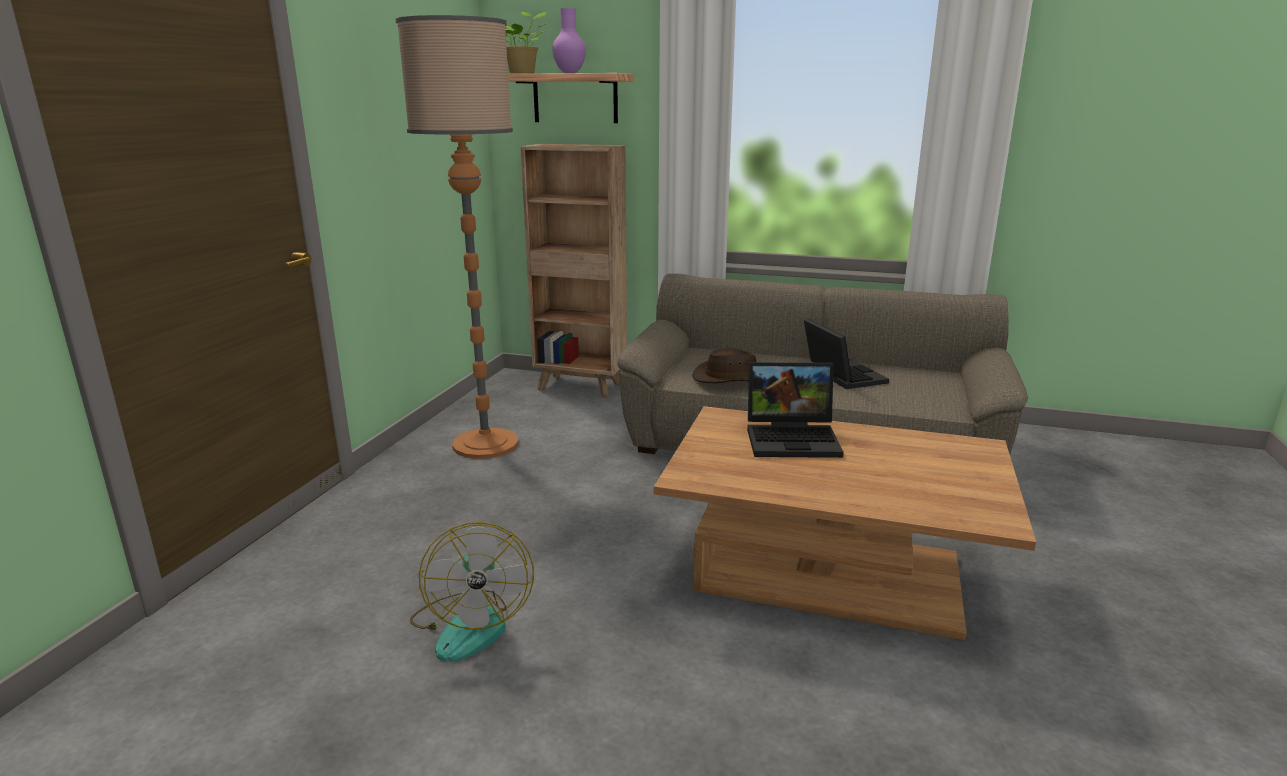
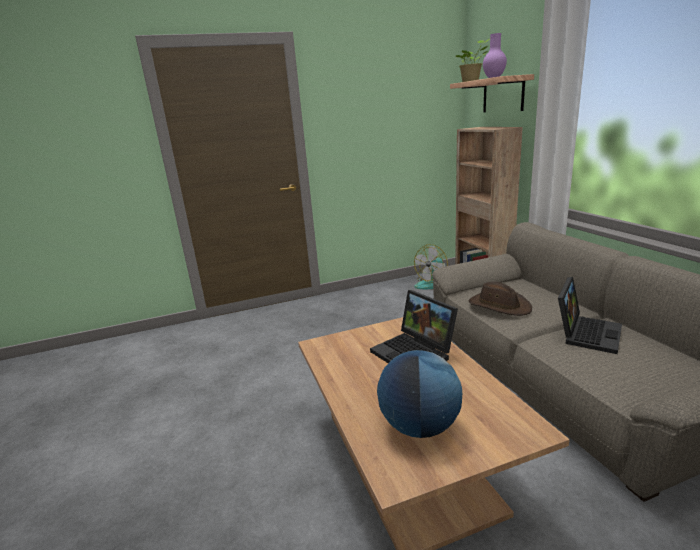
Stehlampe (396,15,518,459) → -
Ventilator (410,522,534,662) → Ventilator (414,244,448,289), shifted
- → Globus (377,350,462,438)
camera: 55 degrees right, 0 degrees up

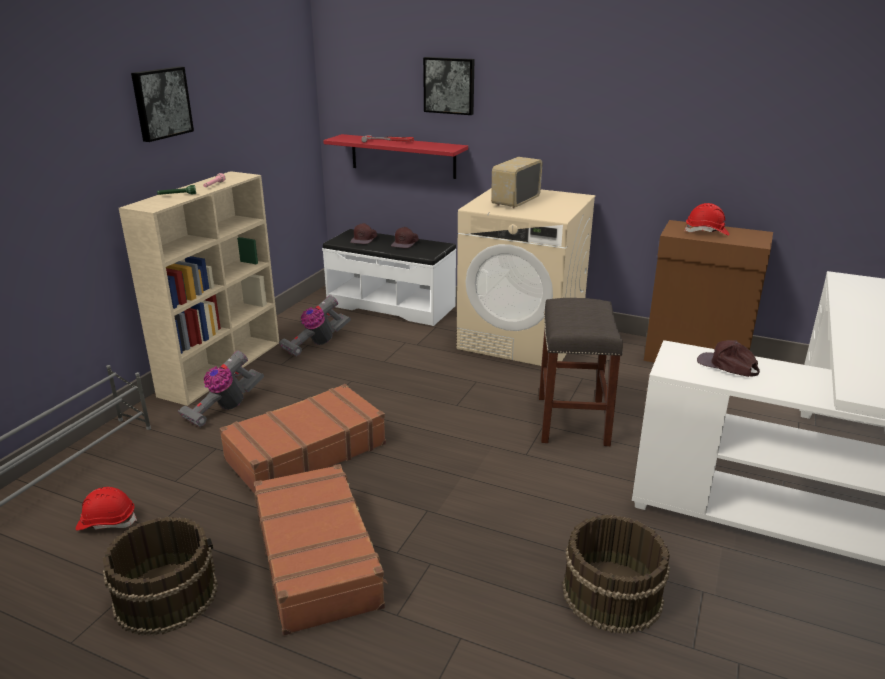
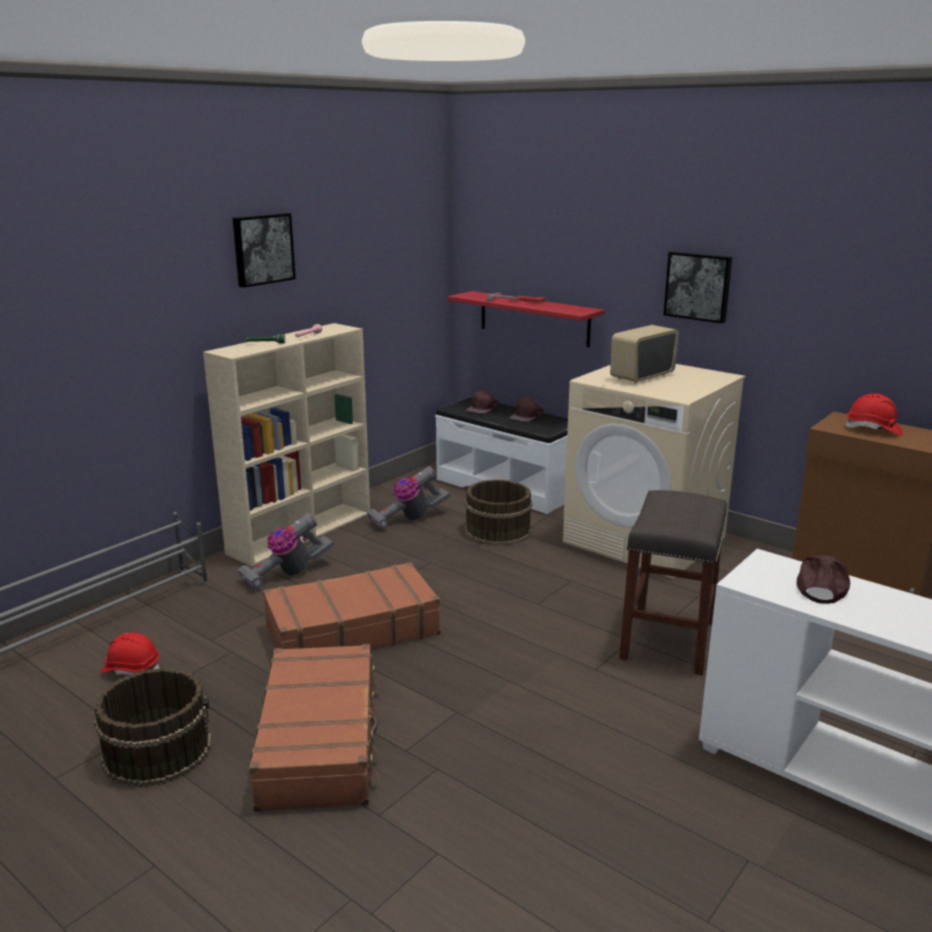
Bild (423,57,474,115) → Bild (664,251,732,323), shifted
Eimer/braun (562,514,670,634) → Eimer/braun (465,479,532,546), shifted
Kappe/braun (697,340,760,377) → Kappe/braun (796,555,850,604), 60 degrees clockwise
camera: 15 degrees right, 5 degrees down

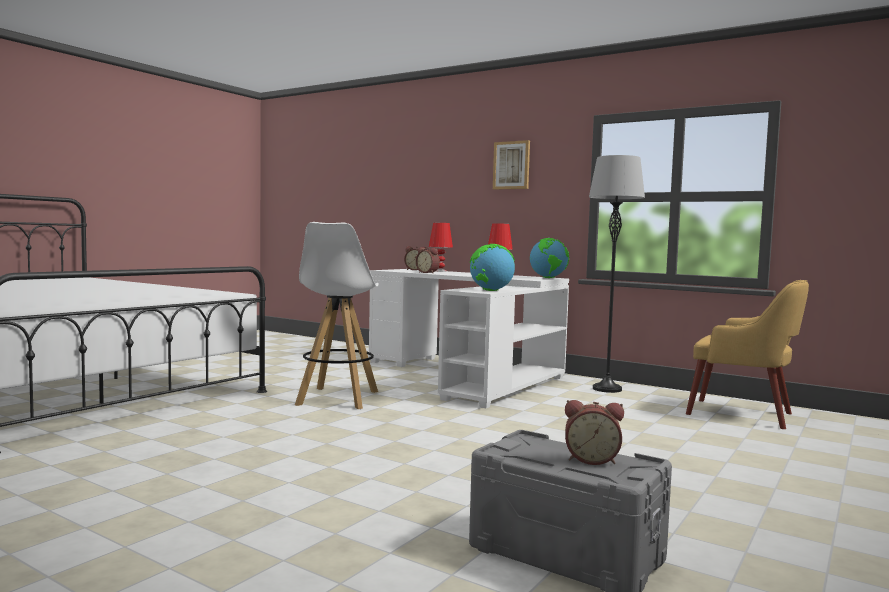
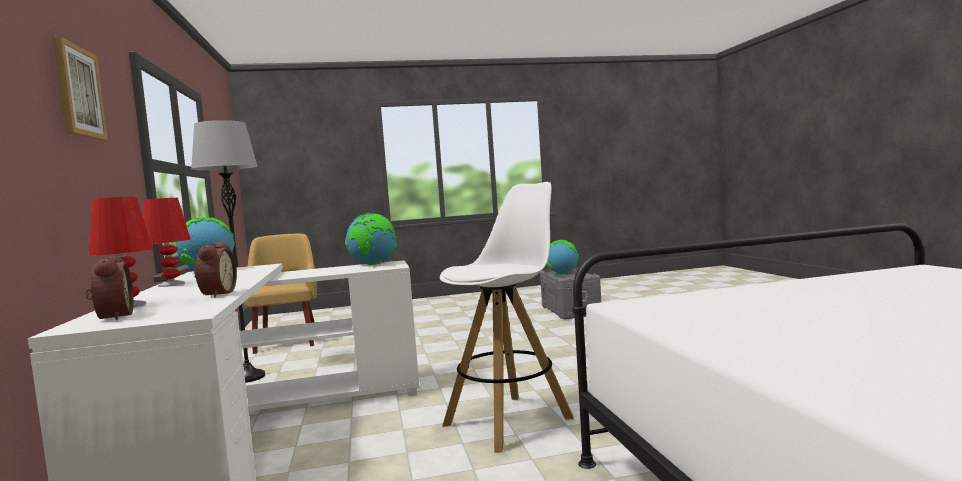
Wecker (565,400,624,465) → Globus (546,240,579,274)
camera: 135 degrees left, 0 degrees up

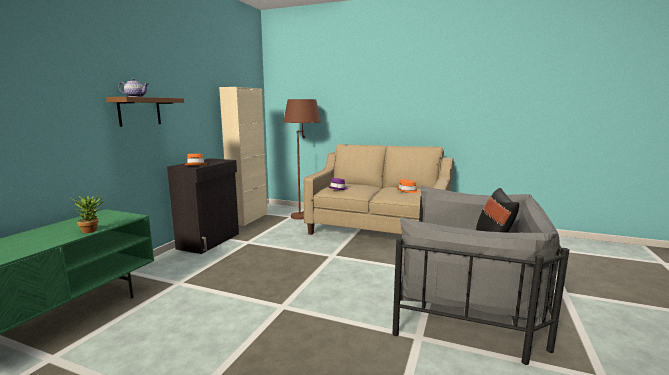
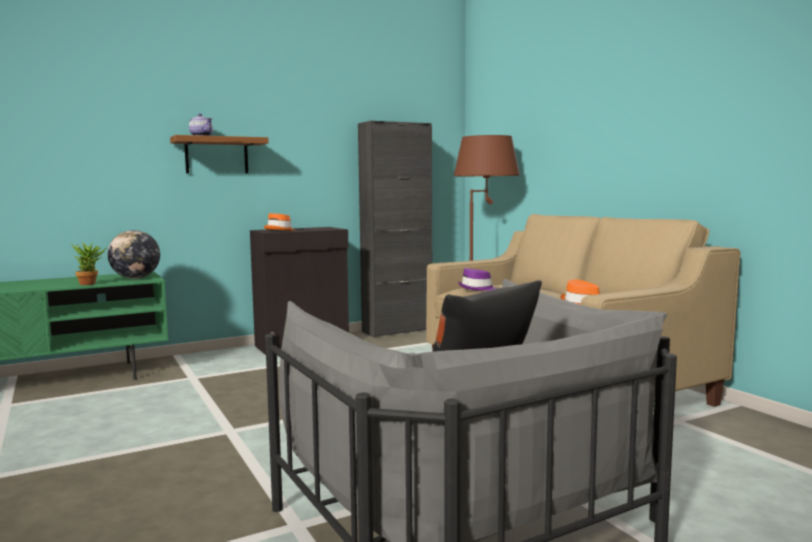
Schrank/beige (219,87,267,226) → Schrank/schwarz (358,121,432,338)
- → Globus (108,230,160,279)
camera: 40 degrees right, 5 degrees down

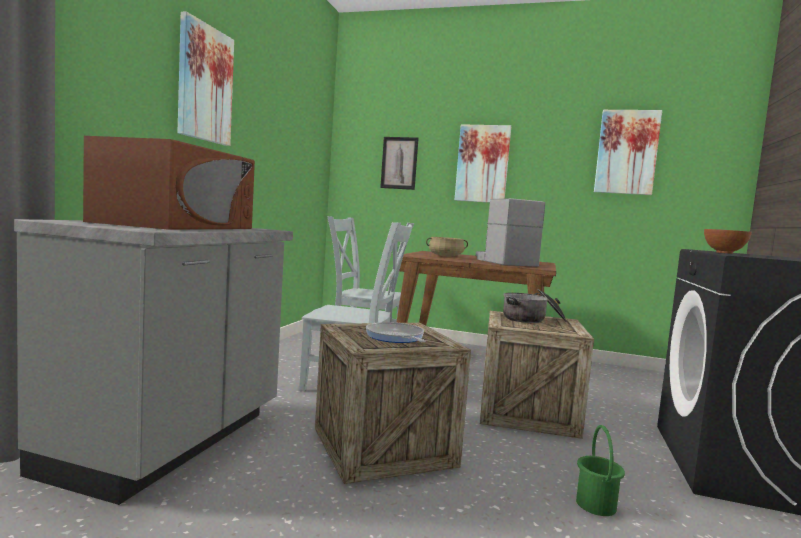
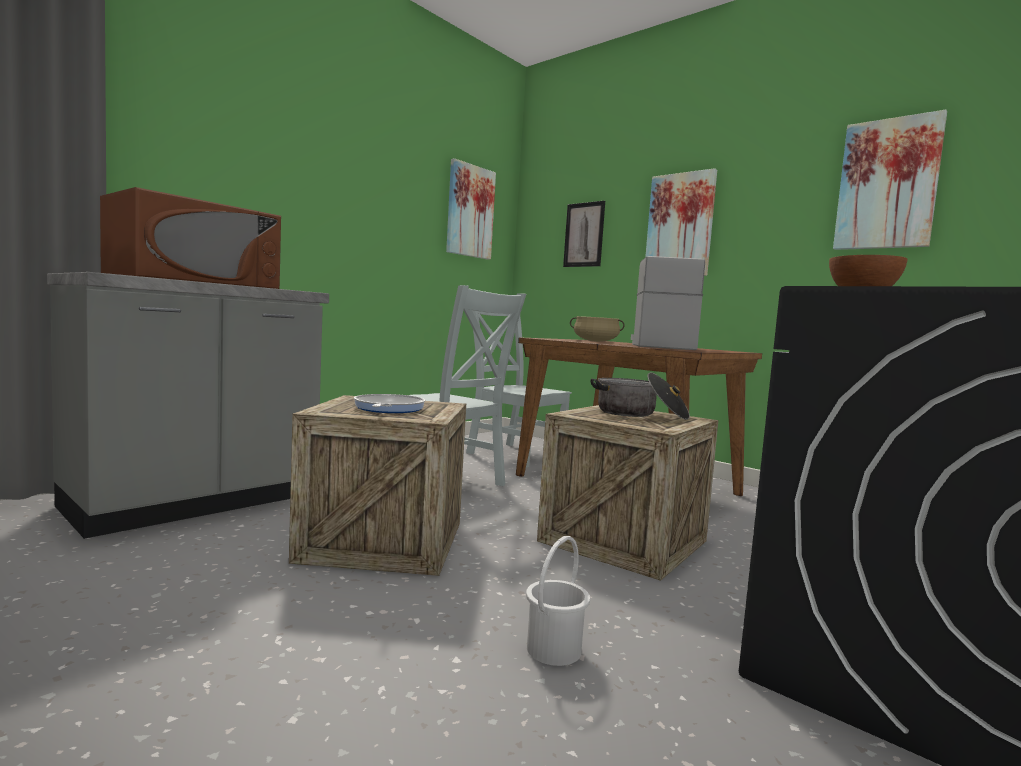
Bild (177,11,234,146) → Bild (446,158,496,259), shifted
Eimer/grün (576,425,625,516) → Eimer/weiß (526,536,590,666)
camera: 25 degrees right, 0 degrees up

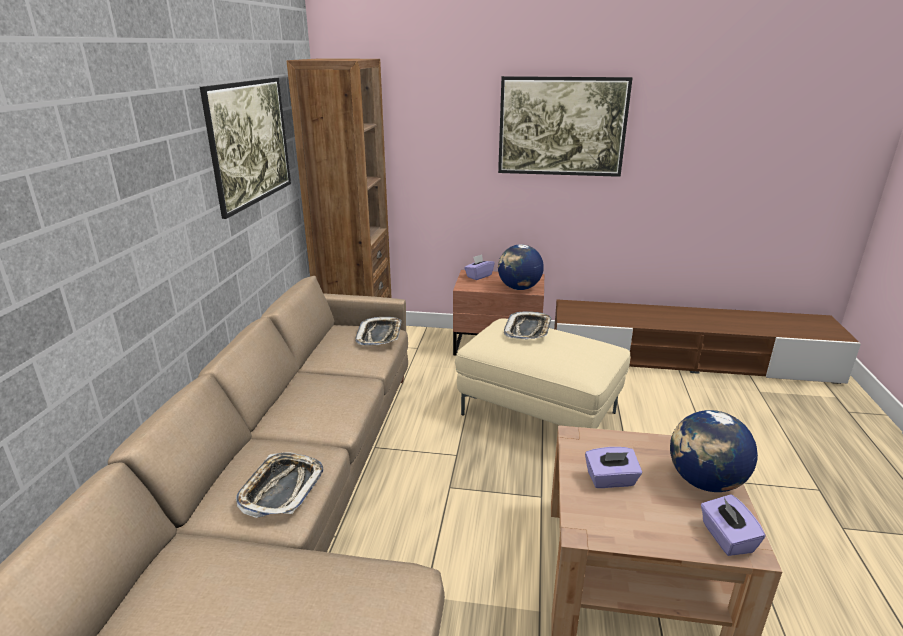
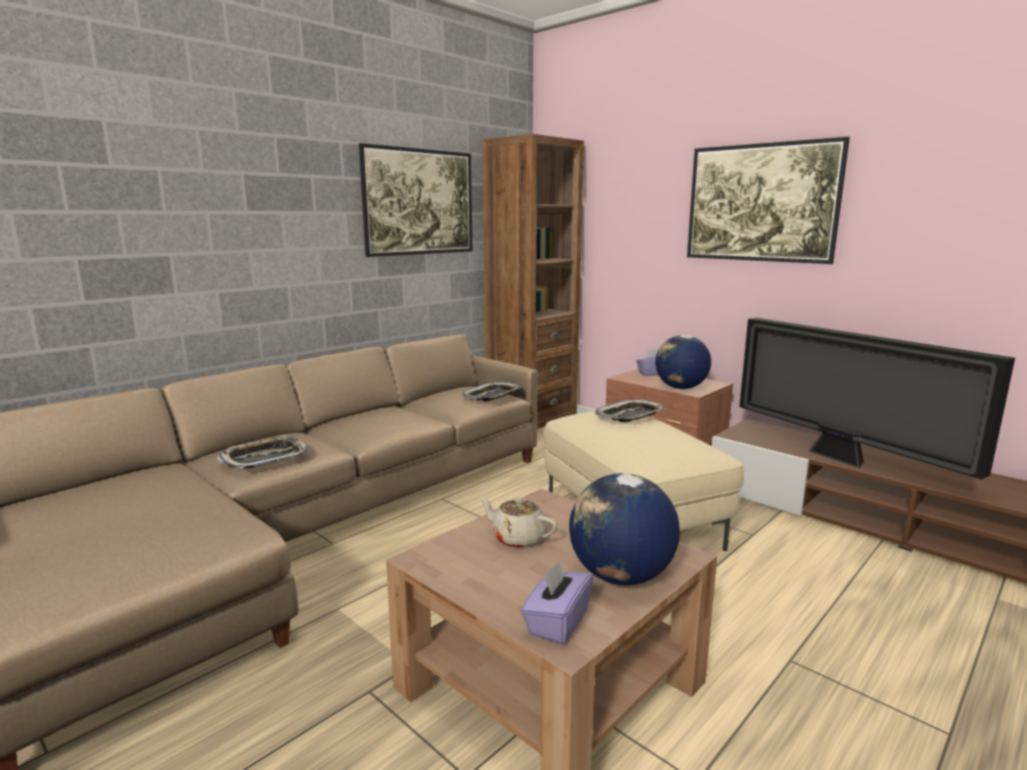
Taschentuchbox/lila (585,447,642,488) → Teekanne/beige (479,497,558,548)
- → Fernseher (739,318,1015,479)
camera: 35 degrees right, 10 degrees down

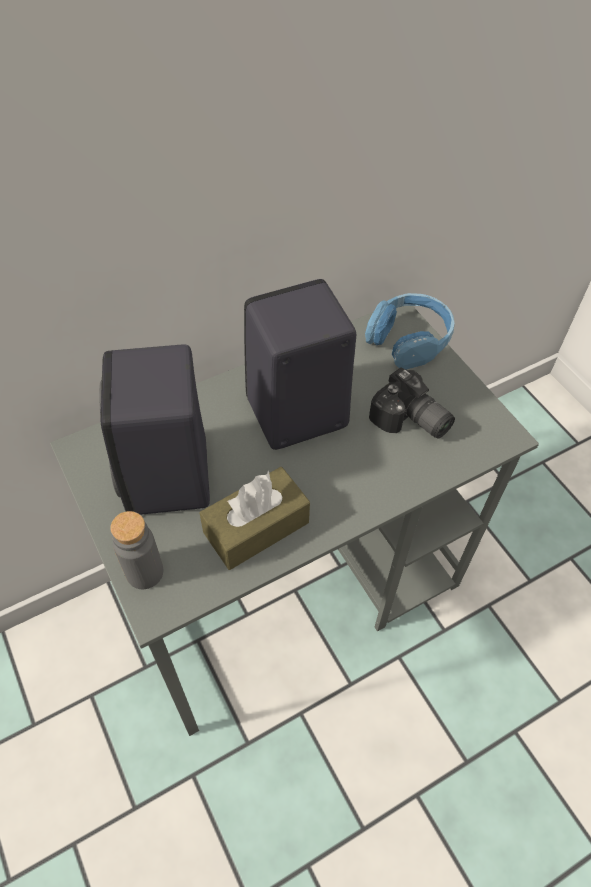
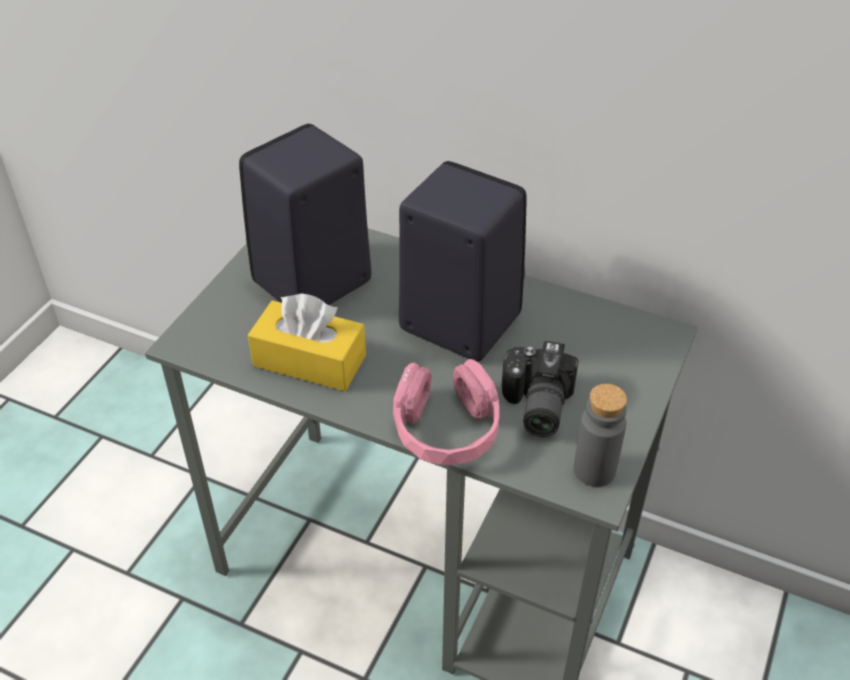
Flasche/grau (110,511,164,589) → Flasche/grau (574,384,627,487), shifted
Taschentuchbox/braun (200,467,310,570) → Taschentuchbox/gelb (248,293,366,391)
Kopfhörer/blau (365,293,455,369) → -
- → Kopfhörer/rosa (393,359,499,465)
camera: 55 degrees right, 10 degrees down

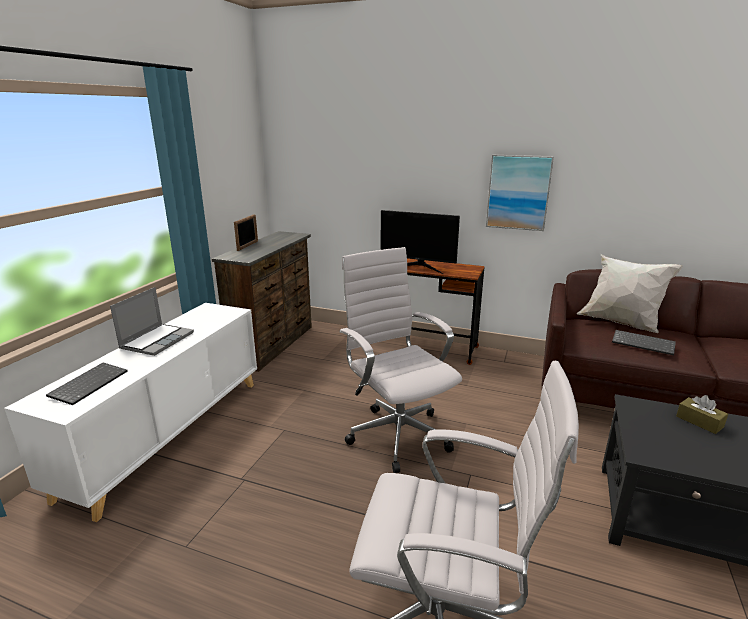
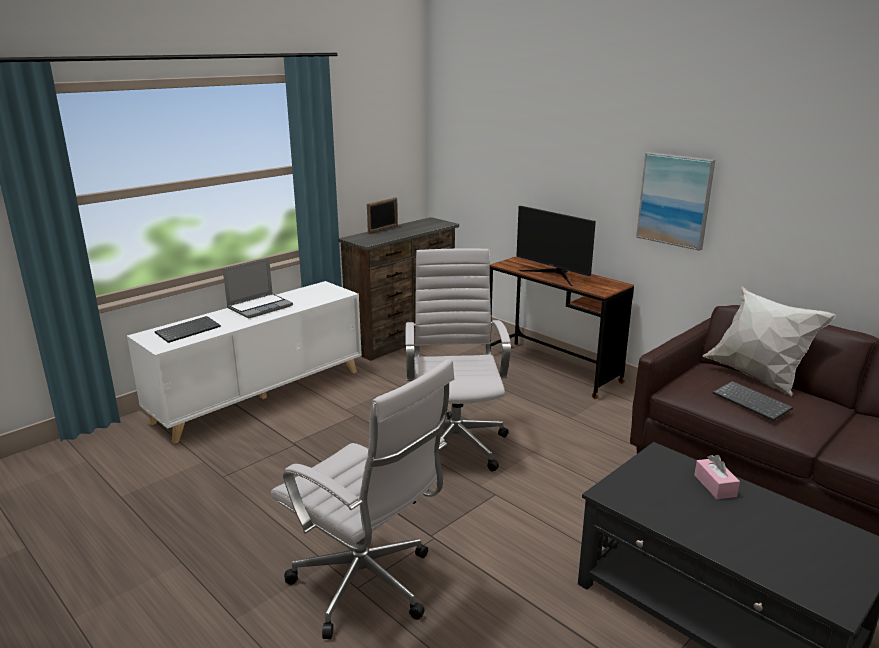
Taschentuchbox/braun (676,395,728,434) → Taschentuchbox/rosa (694,455,740,499)
camera: 25 degrees right, 0 degrees up

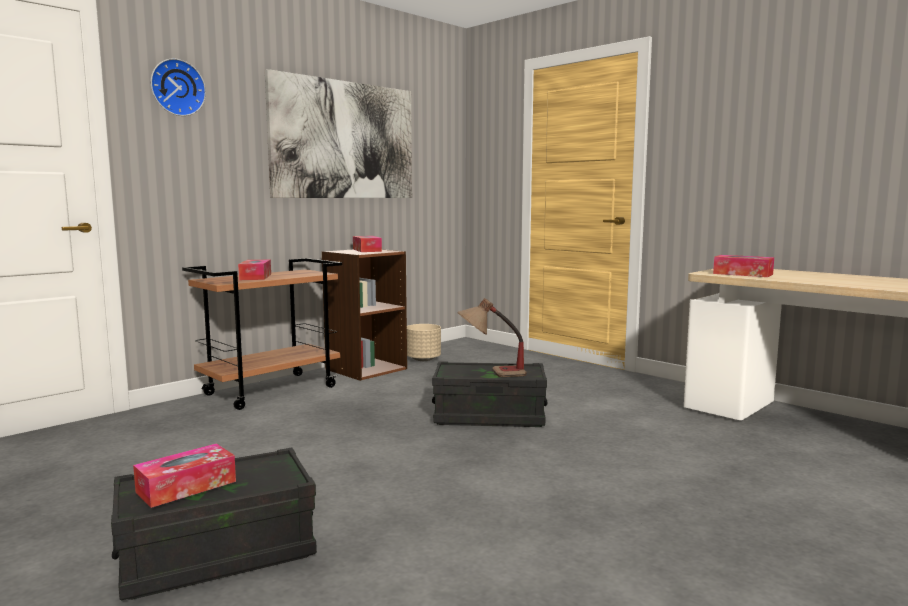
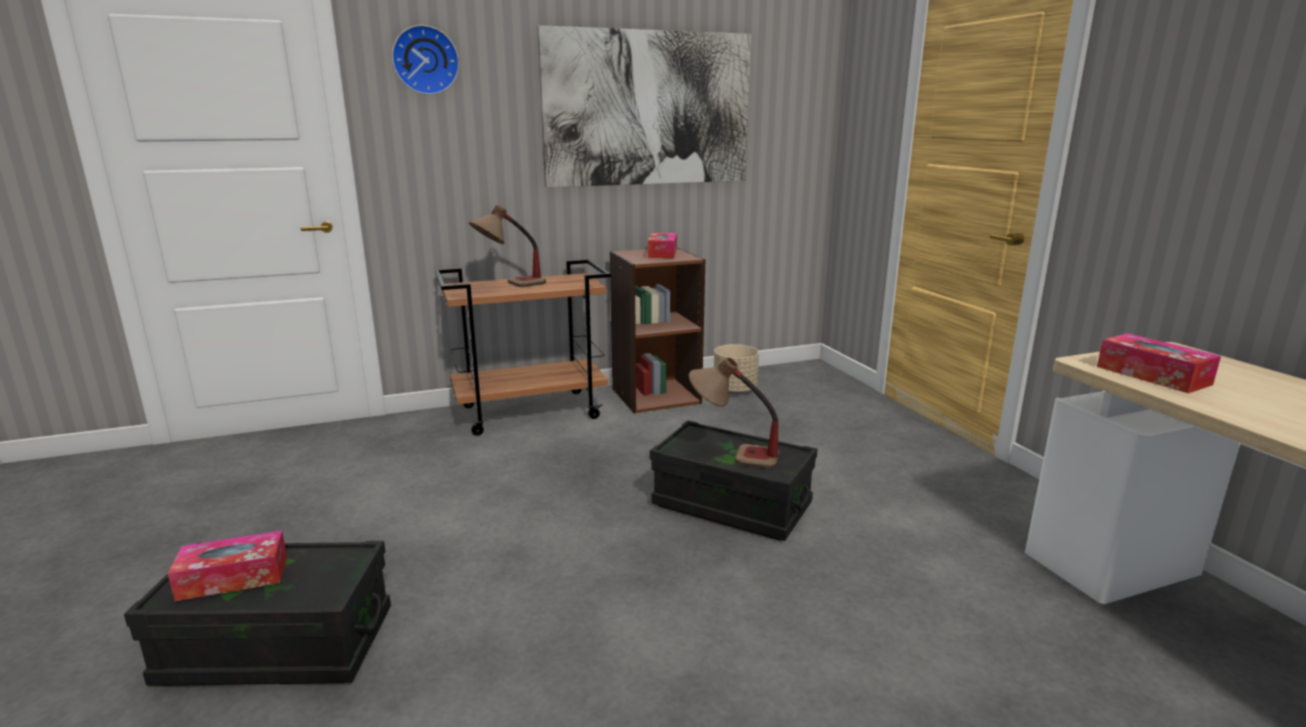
Taschentuchbox (238,260,271,280) → Tischlampe (469,205,546,287)
camera: 25 degrees right, 10 degrees up

